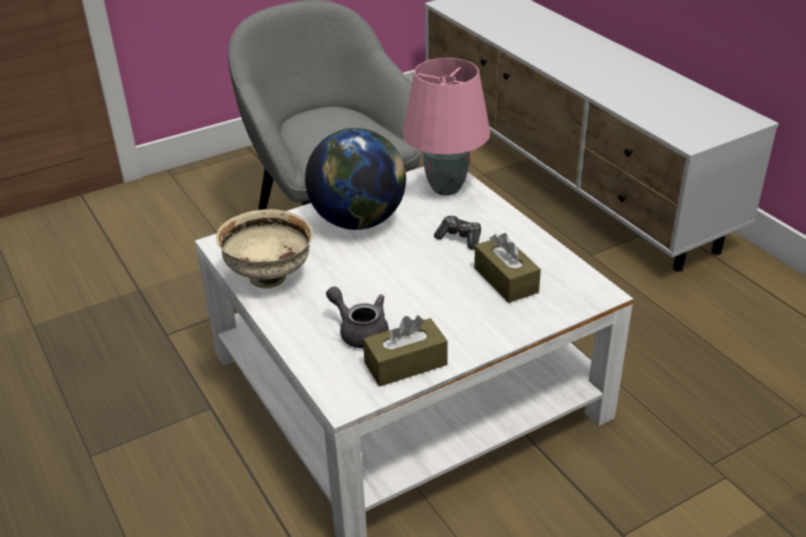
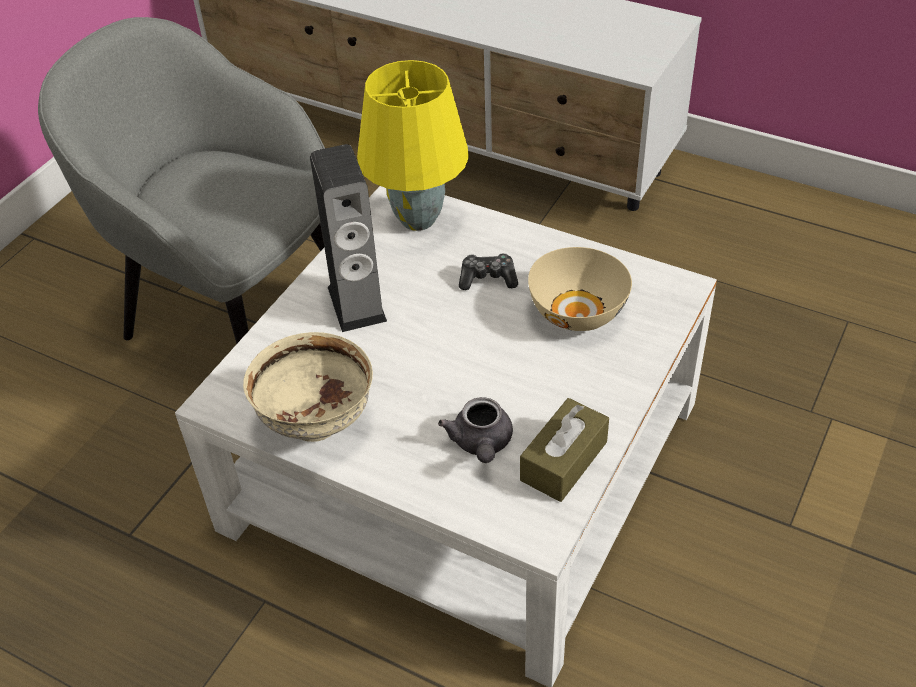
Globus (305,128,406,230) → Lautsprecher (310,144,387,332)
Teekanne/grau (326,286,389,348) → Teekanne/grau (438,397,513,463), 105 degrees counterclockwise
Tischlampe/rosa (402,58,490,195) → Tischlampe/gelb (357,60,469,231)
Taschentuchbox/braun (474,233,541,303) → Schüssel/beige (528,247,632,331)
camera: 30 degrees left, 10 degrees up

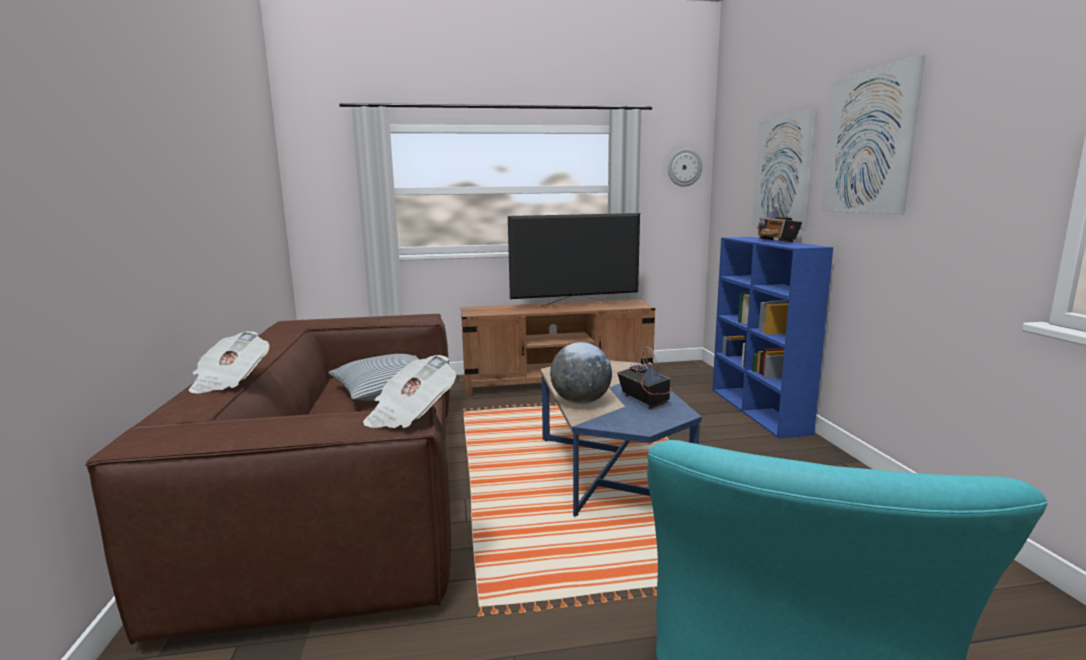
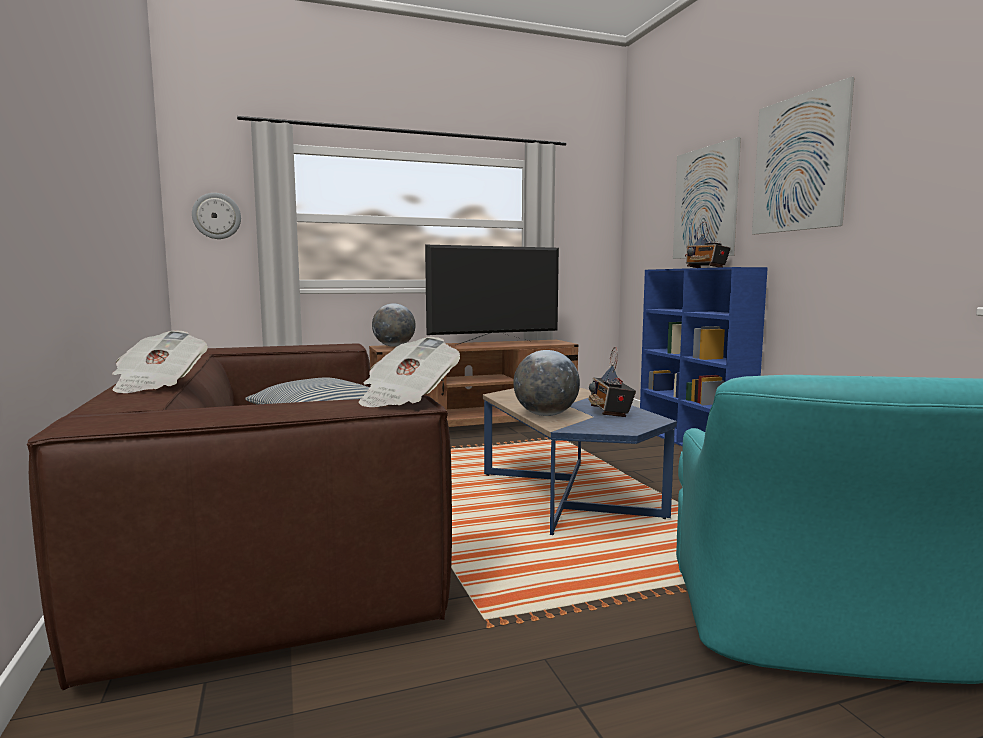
Radio (617,347,671,409) → Radio (588,347,636,417), 150 degrees counterclockwise
Wanduhr (668,149,702,187) → Wanduhr (192,193,241,239), shifted
- → Globus (372,303,416,347)
camera: 10 degrees left, 5 degrees down

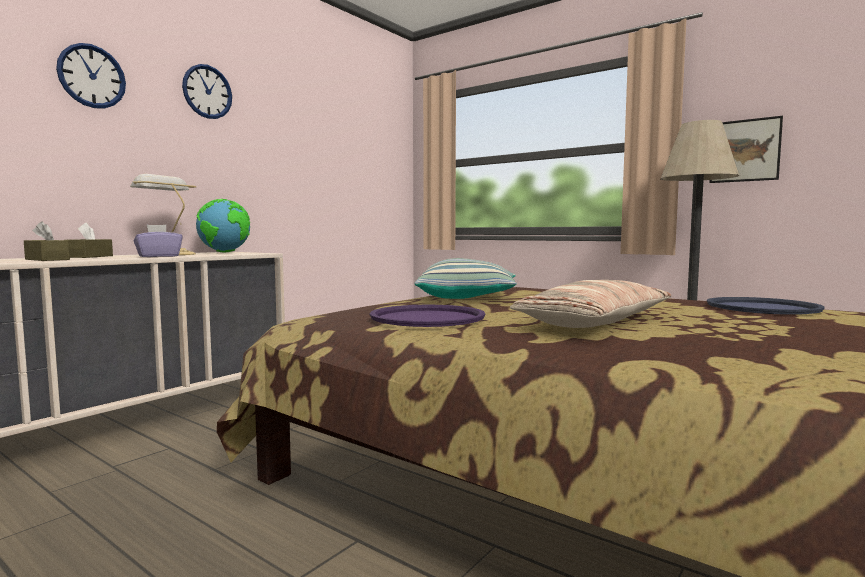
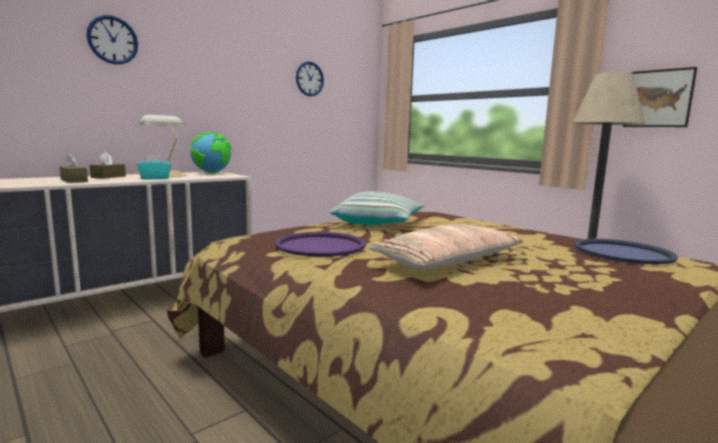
Taschentuchbox/lila (134,225,183,257) → Taschentuchbox/türkis (137,155,171,180)
Wanduhr (182,64,232,119) → Wanduhr (296,61,324,96), shifted
camera: 10 degrees right, 5 degrees up

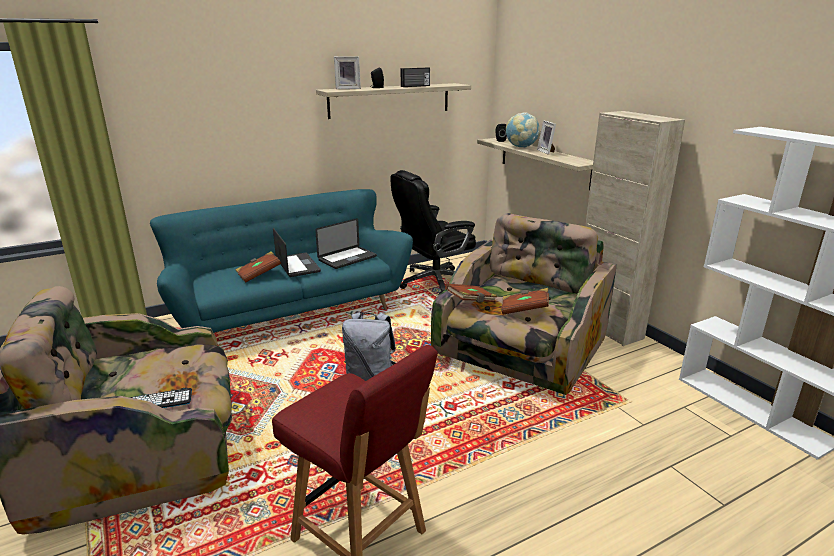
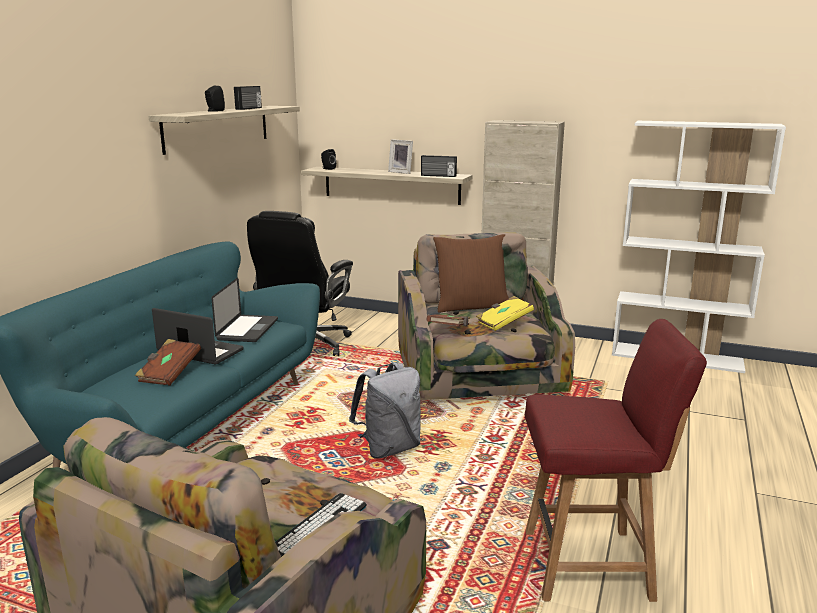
Bilderrahmen (334,56,361,89) → -
Buch/braun (501,288,549,314) → Buch/gelb (476,296,534,331)
Globus (506,112,540,148) → -
- → Radio (421,155,457,177)
- → Kissen/braun (433,234,509,312)
camera: 40 degrees left, 5 degrees down

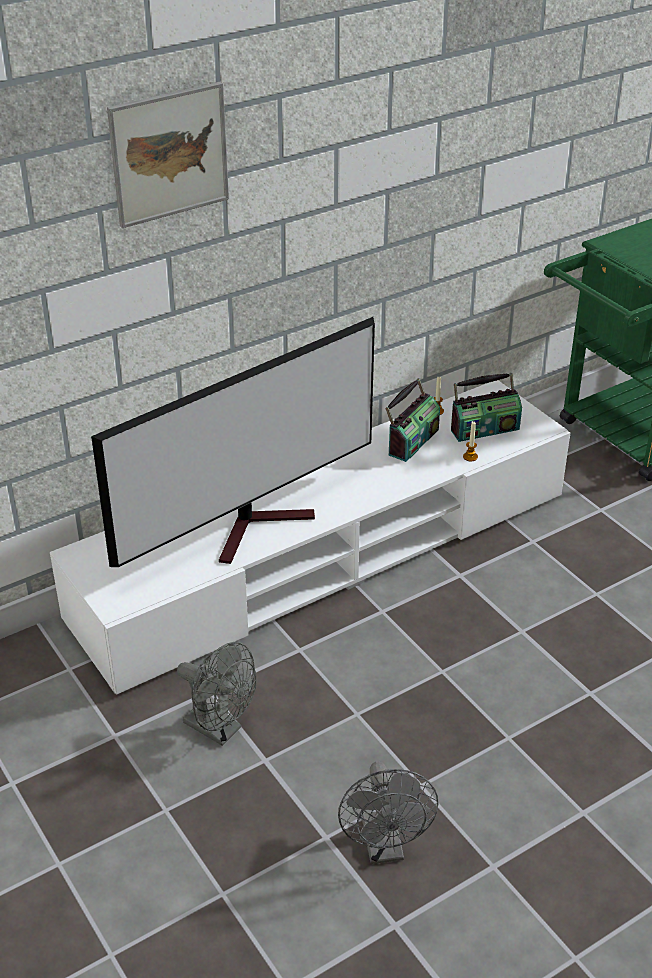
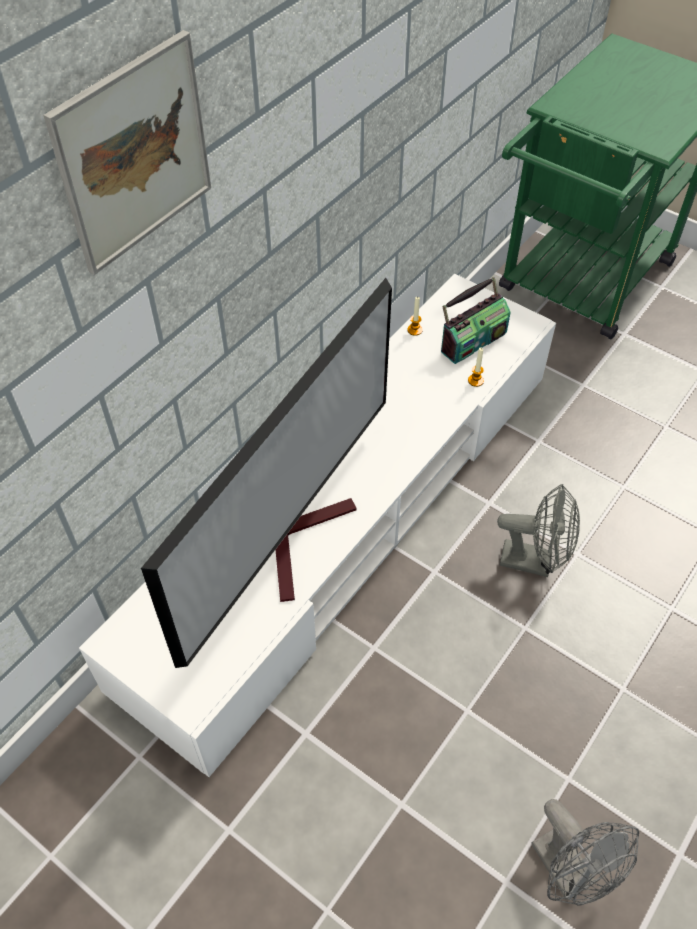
Ventilator/grau (177,642,257,746) → Ventilator/grau (497,484,580,577), shifted
Radio (386,378,440,462) → -
camera: 20 degrees left, 15 degrees up

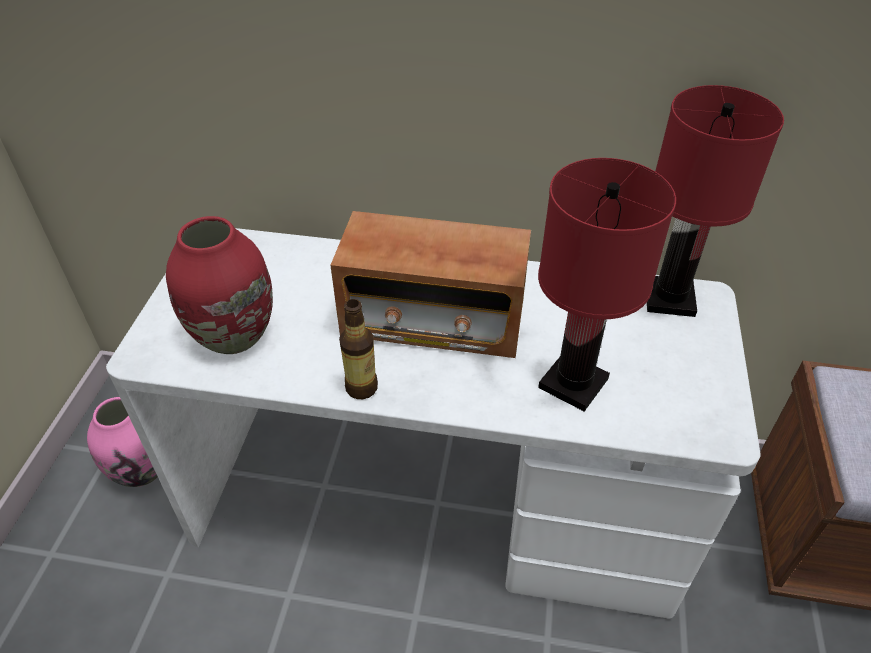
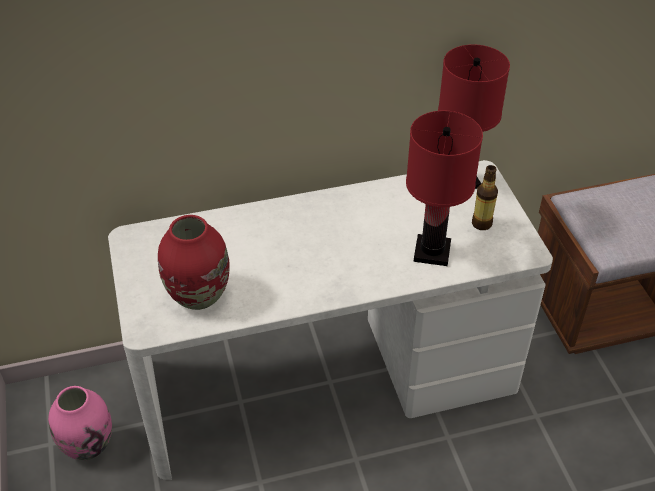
Radio (330,211,531,358) → -
Flasche (339,299,378,399) → Flasche (472,165,498,230), shifted
camera: 25 degrees left, 0 degrees up

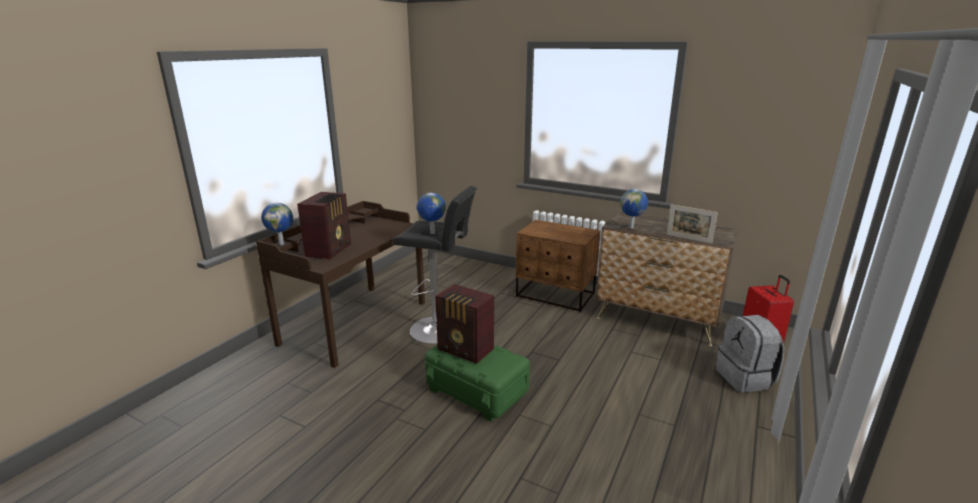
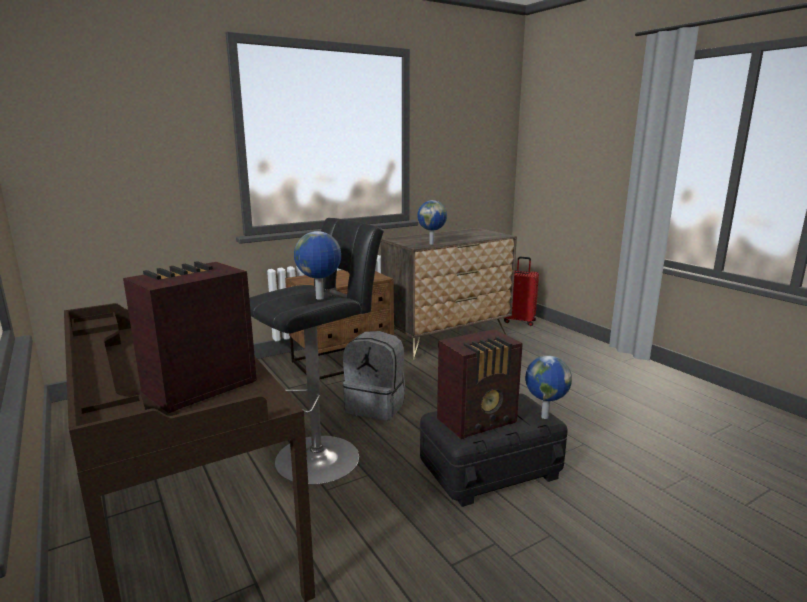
Globus (261,203,293,245) → Globus (525,356,572,419), shifted
Radio (297,192,351,260) → Radio (123,261,257,413), 90 degrees counterclockwise
Aufbewahrungsbox/grün (425,345,530,422) → Aufbewahrungsbox/schwarz (420,394,567,507)
Bilderrahmen (666,205,718,243) → -
Rucksack/grau (716,315,785,392) → Rucksack/grau (343,331,405,421), shifted
camera: 60 degrees left, 5 degrees down

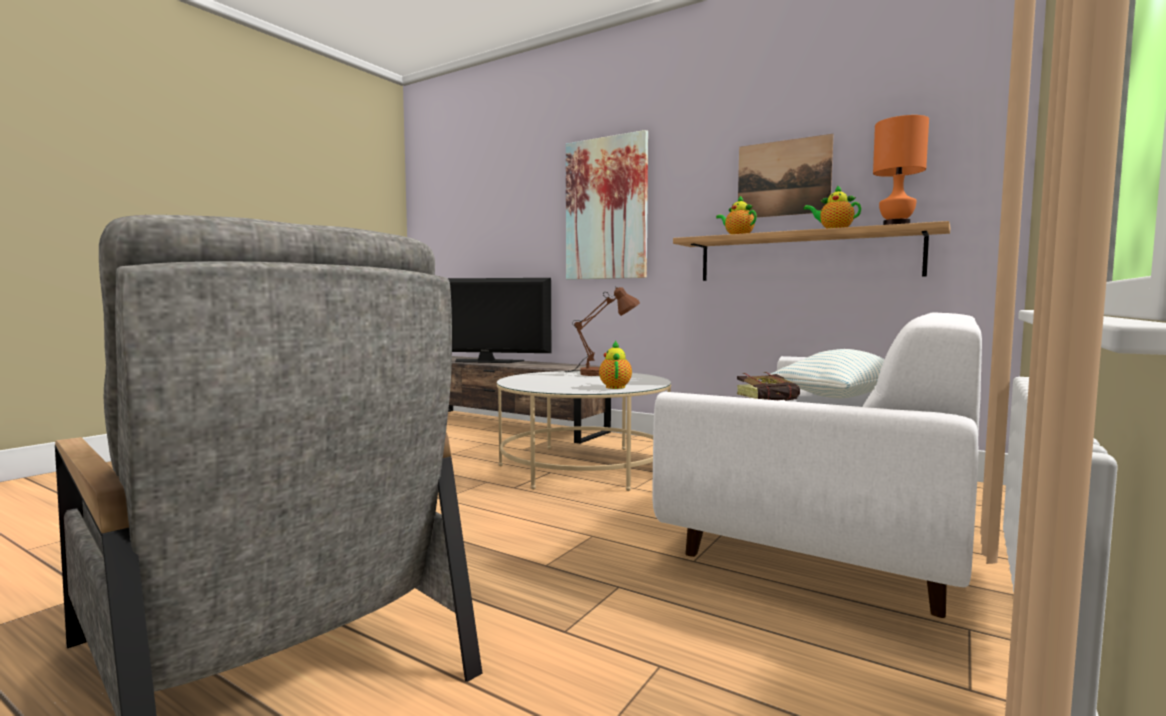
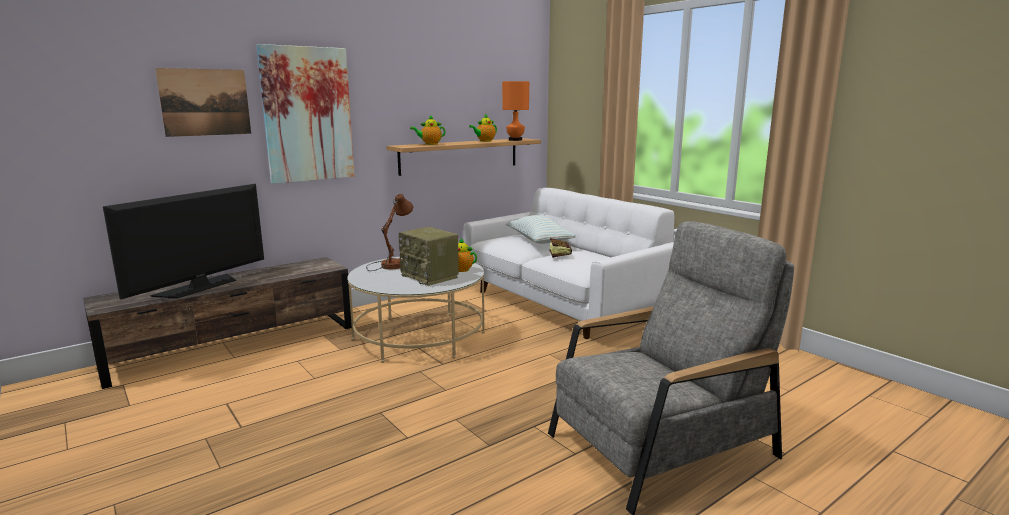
Bild (738,134,833,218) → Bild (155,68,251,137), shifted
- → Radio (399,227,459,286)
camera: 70 degrees left, 10 degrees up

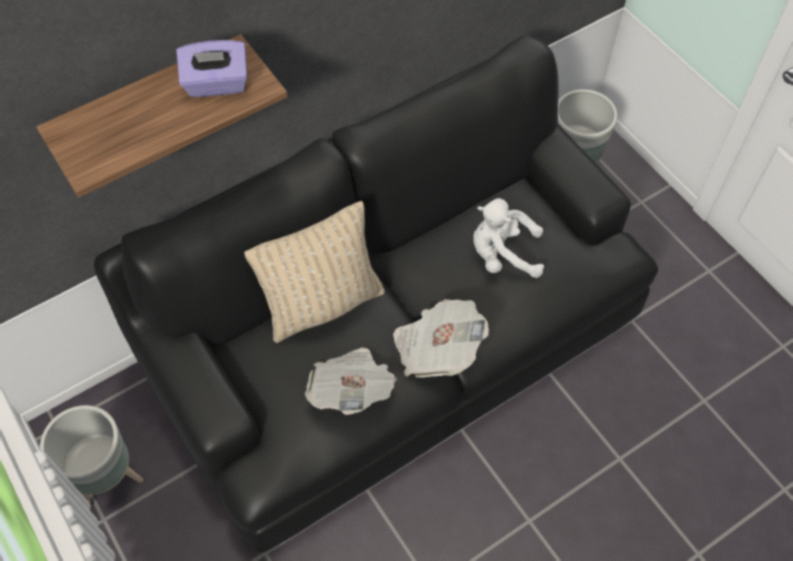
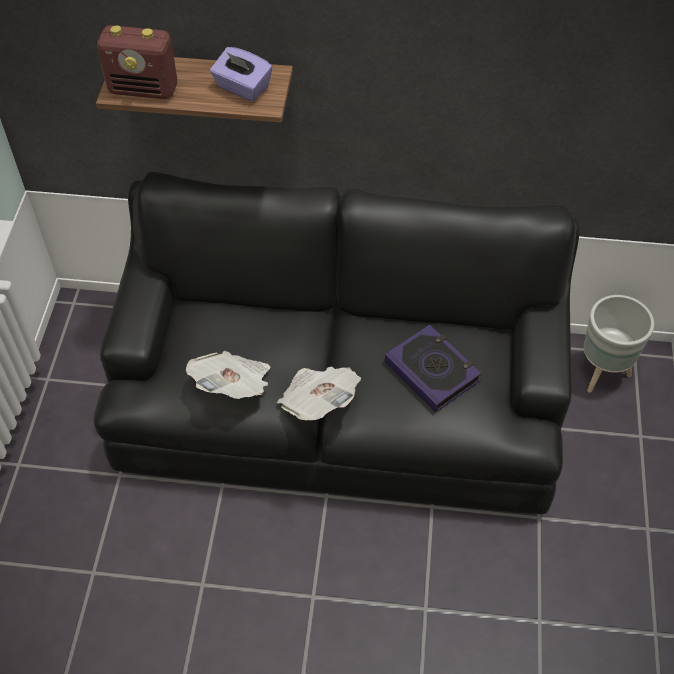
Pflanzkübel/grau (40,405,143,507) → -
Kissen/beige (244,201,385,343) → -
Plüschtier/weiß (473,198,544,278) → Buch (385,324,482,412)
- → Radio (97,25,177,99)
camera: 40 degrees right, 5 degrees down

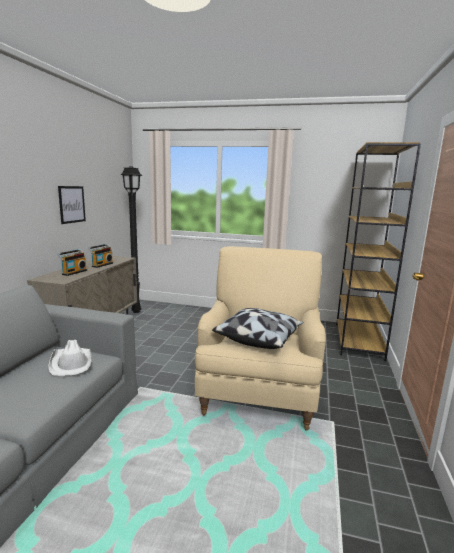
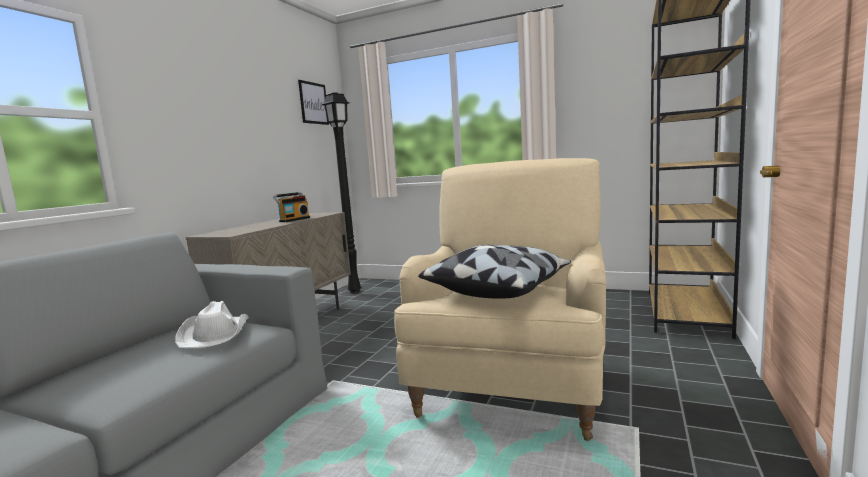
Radio (57,249,87,276) → -
Bild (58,186,86,224) → Bild (298,80,329,125), shifted
camera: 10 degrees right, 5 degrees down

